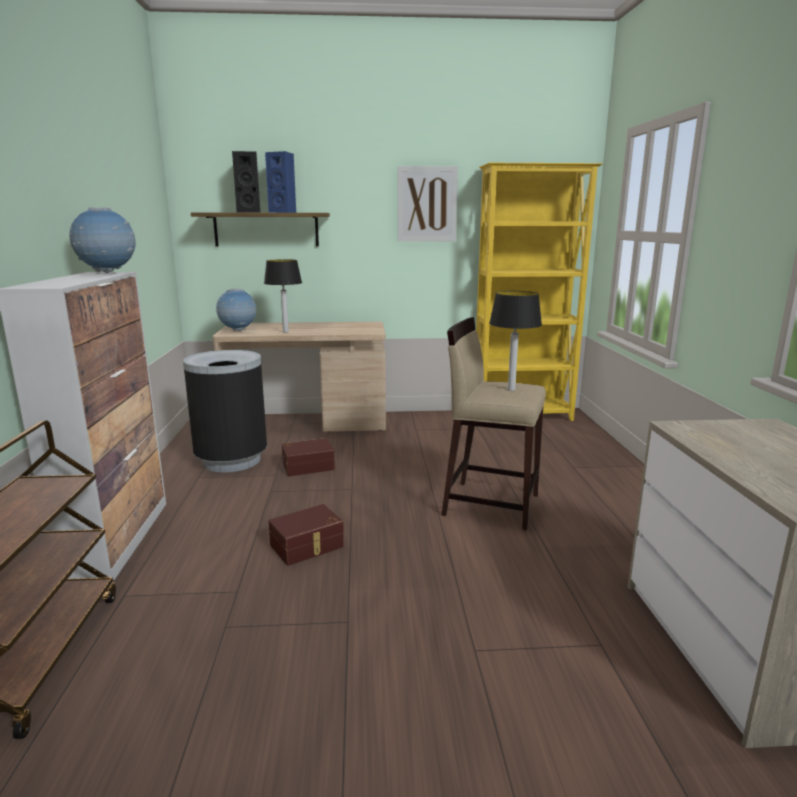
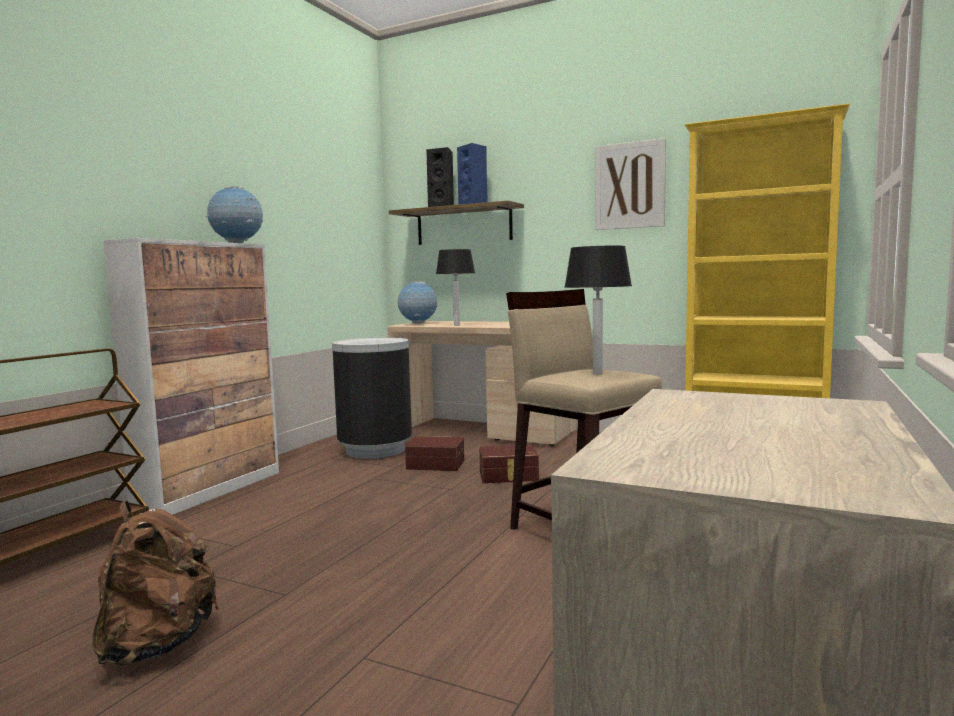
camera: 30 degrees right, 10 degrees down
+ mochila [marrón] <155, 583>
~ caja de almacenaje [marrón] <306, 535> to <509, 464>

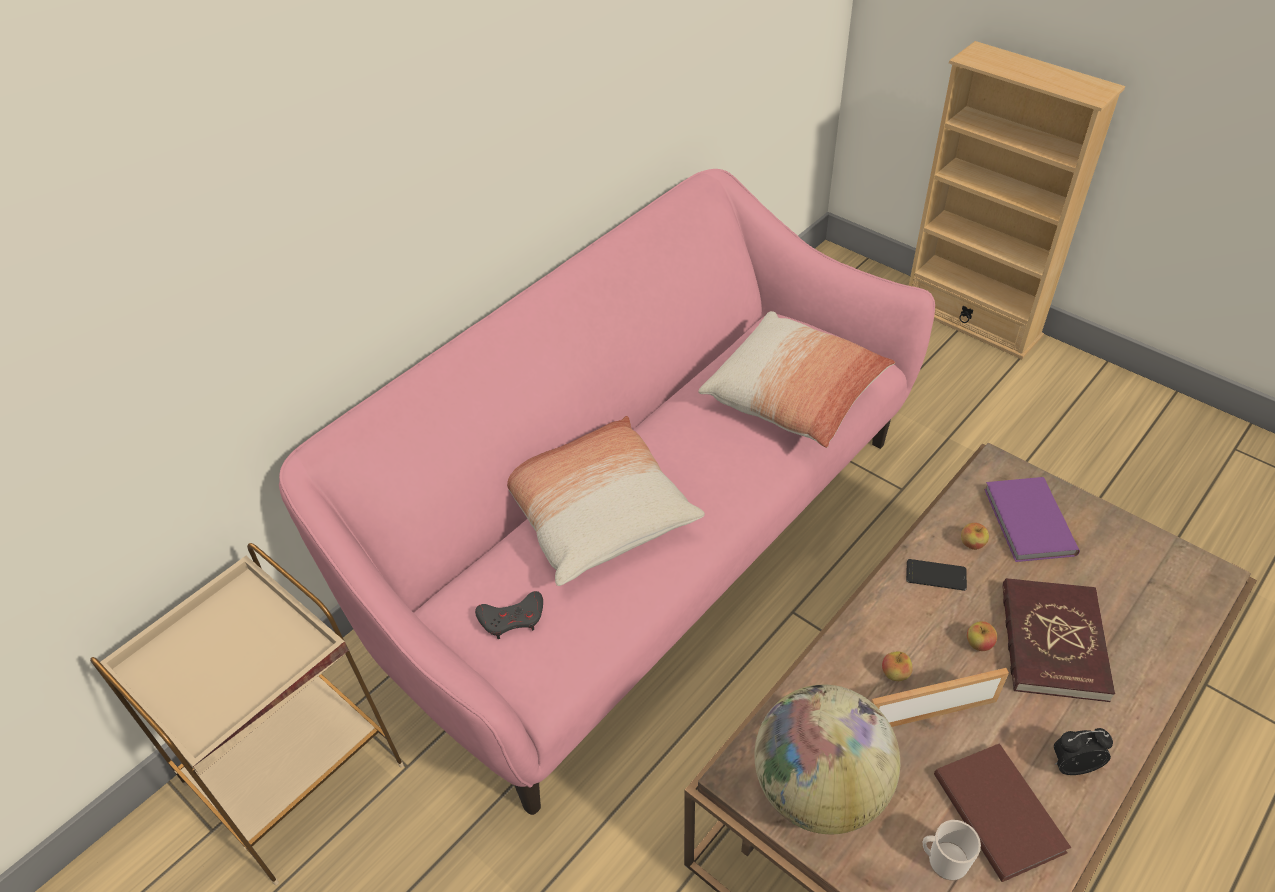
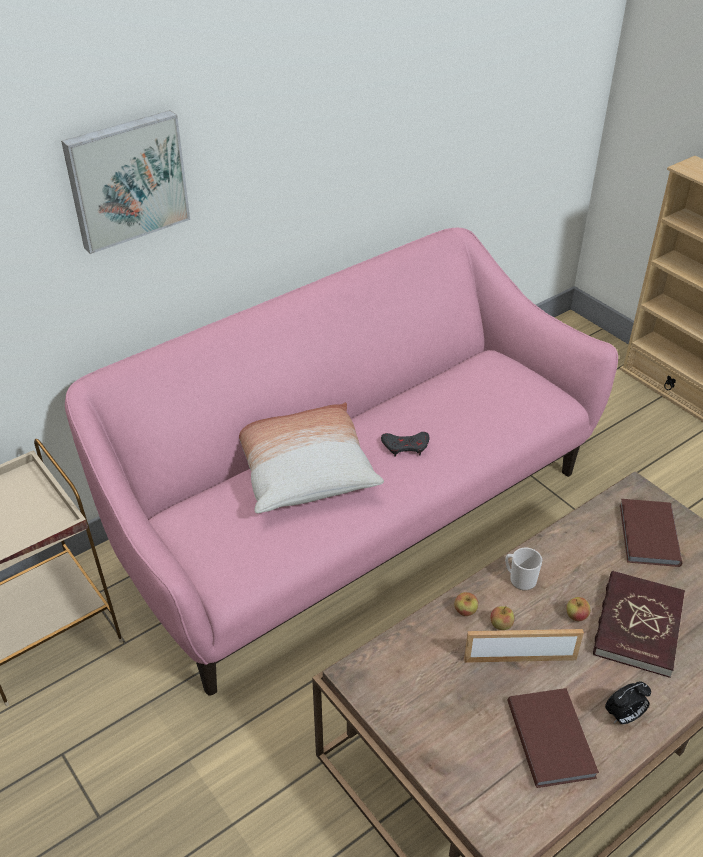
camera: 10 degrees right, 5 degrees down
- cojín <796, 379>
- globo terráqueo <827, 759>
- móvil <936, 575>
+ cuadro <125, 182>
~ mando de consola [gris] <509, 615> to <405, 444>
~ taza grande <951, 850> to <523, 569>
~ manzana <975, 536> to <466, 604>
~ libro [morado] <1032, 519> to libro [marrón] <651, 533>
~ despertador <1083, 751> = <628, 702> 150 degrees clockwise

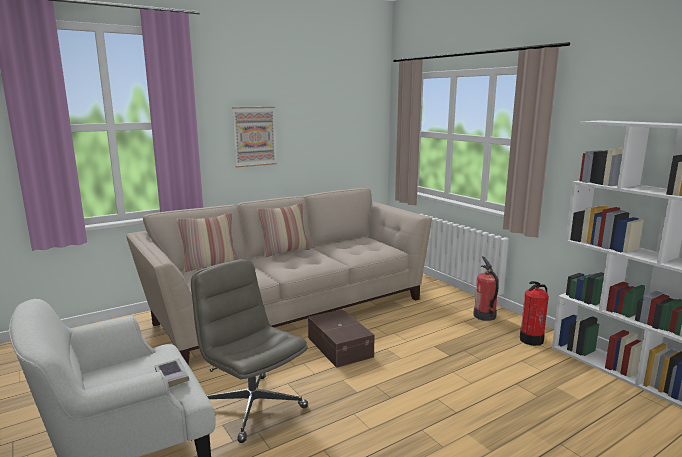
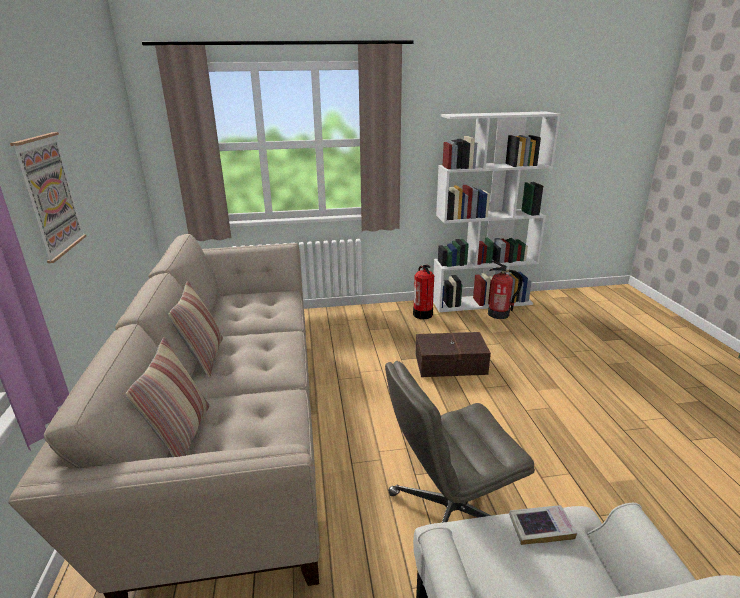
camera: 65 degrees left, 10 degrees up
~ caja de almacenaje [marrón] <341, 338> to <453, 354>
~ extintor <486, 288> to <505, 289>

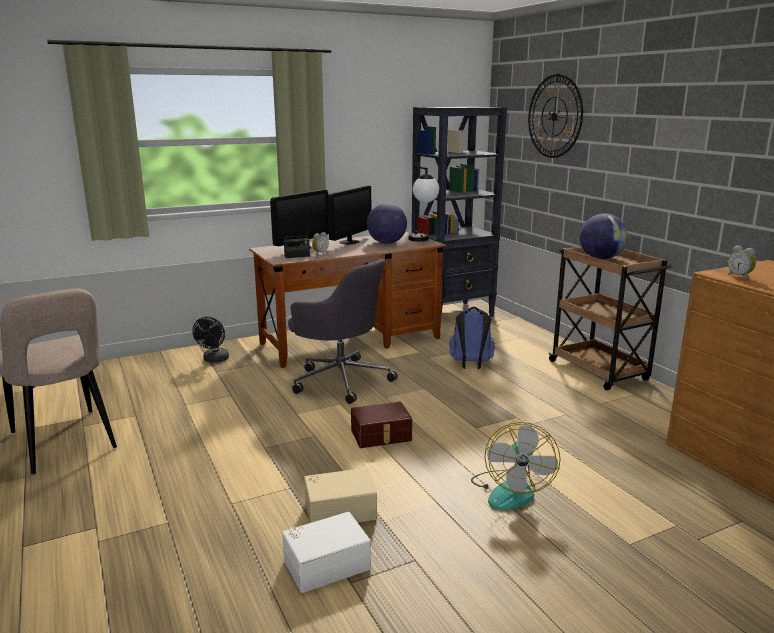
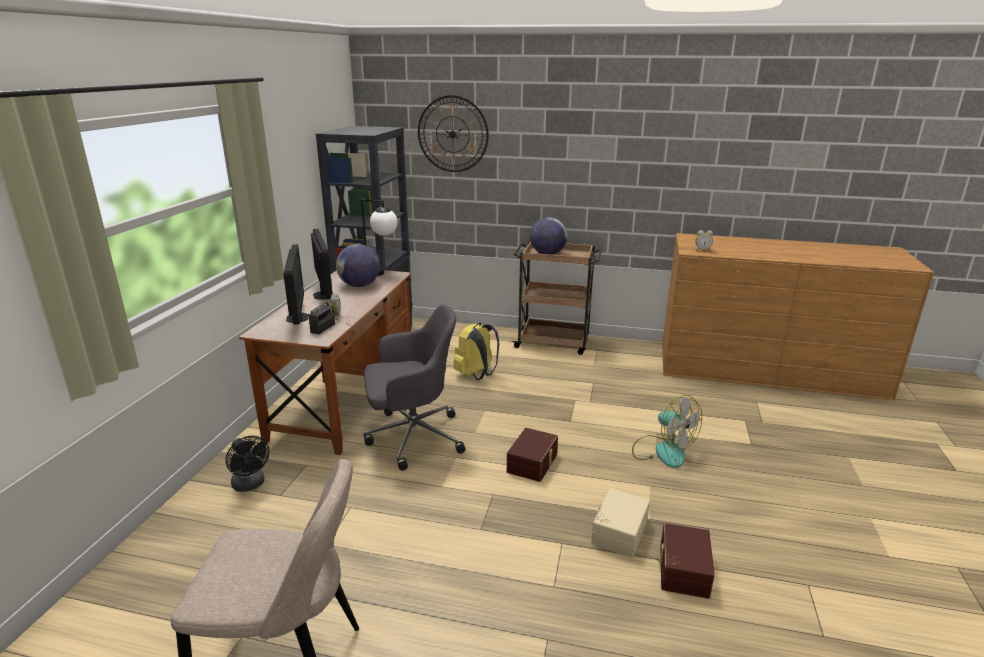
camera: 50 degrees left, 5 degrees up
~ caja de almacenaje [blanco] <326, 552> to caja de almacenaje [marrón] <686, 561>
~ mochila [azul] <472, 338> to mochila [amarillo] <476, 351>

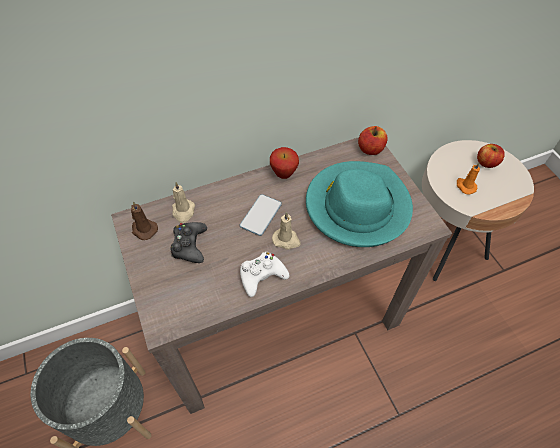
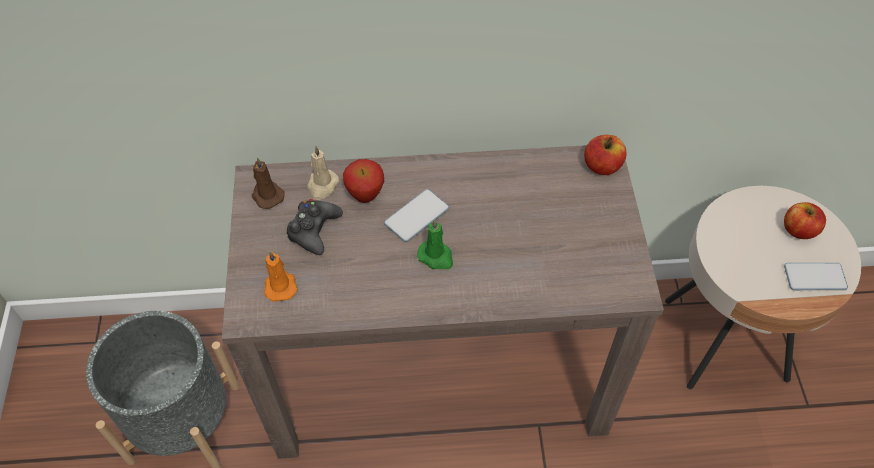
camera: 20 degrees right, 0 degrees up
- mando de consola [blanco] <264, 274>
- sombrero [turquesa] <359, 204>
+ móvil <816, 276>
~ manzana <284, 163> to <363, 181>
~ vela [naranja] <468, 179> to <281, 276>
~ vela [beis] <286, 231> to vela [verde] <435, 244>

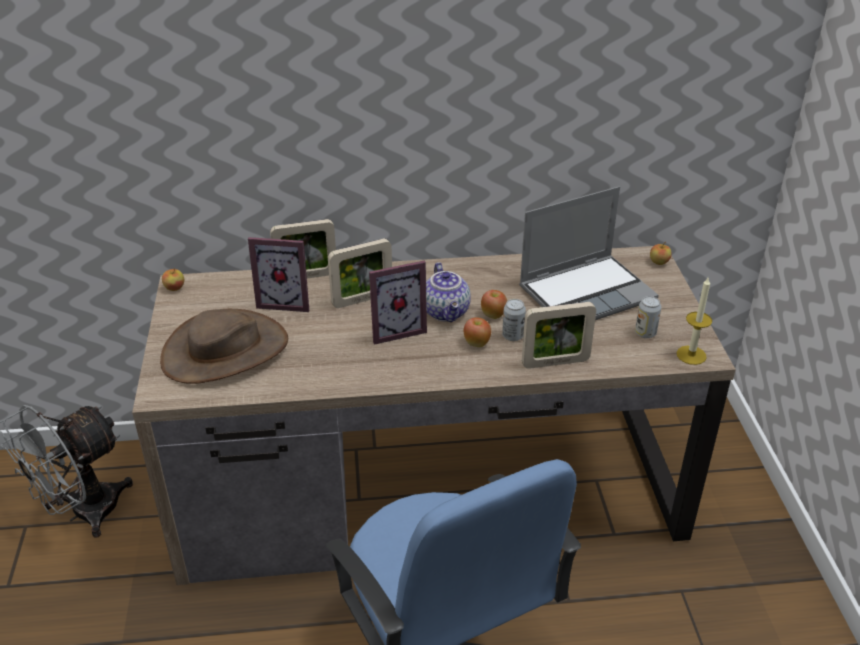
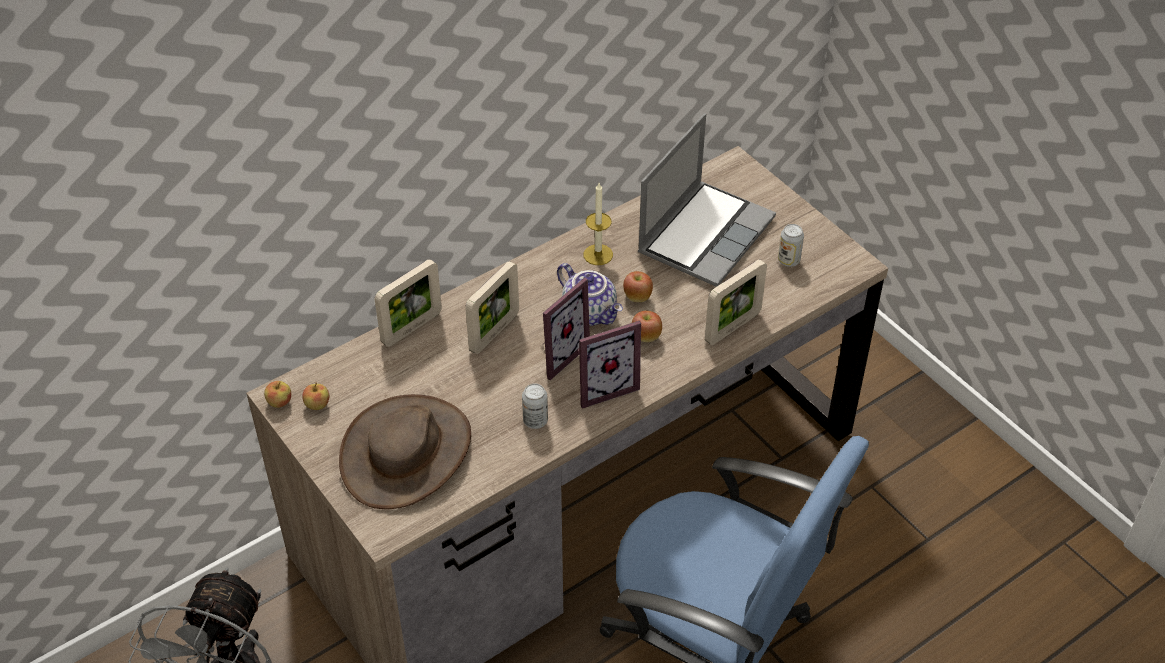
camera: 30 degrees left, 10 degrees up
~ portarretratos <278, 274> to <610, 365>
~ lata <514, 320> to <535, 406>
~ manzana <661, 253> to <315, 396>
~ vela <694, 321> to <598, 224>

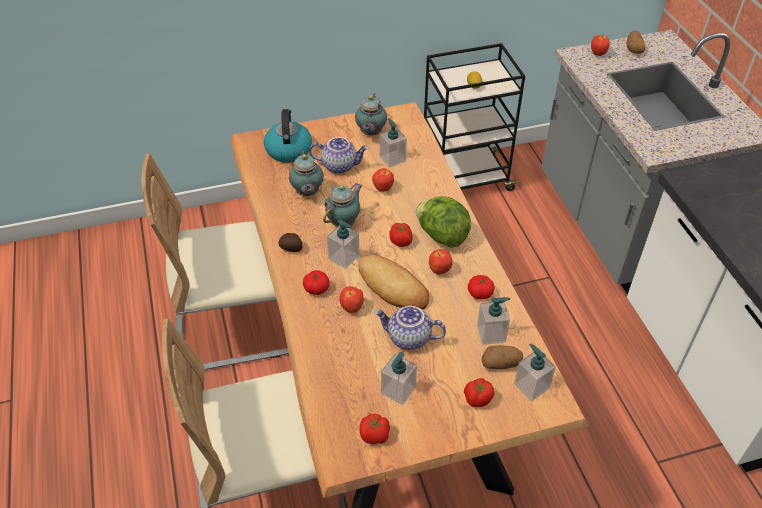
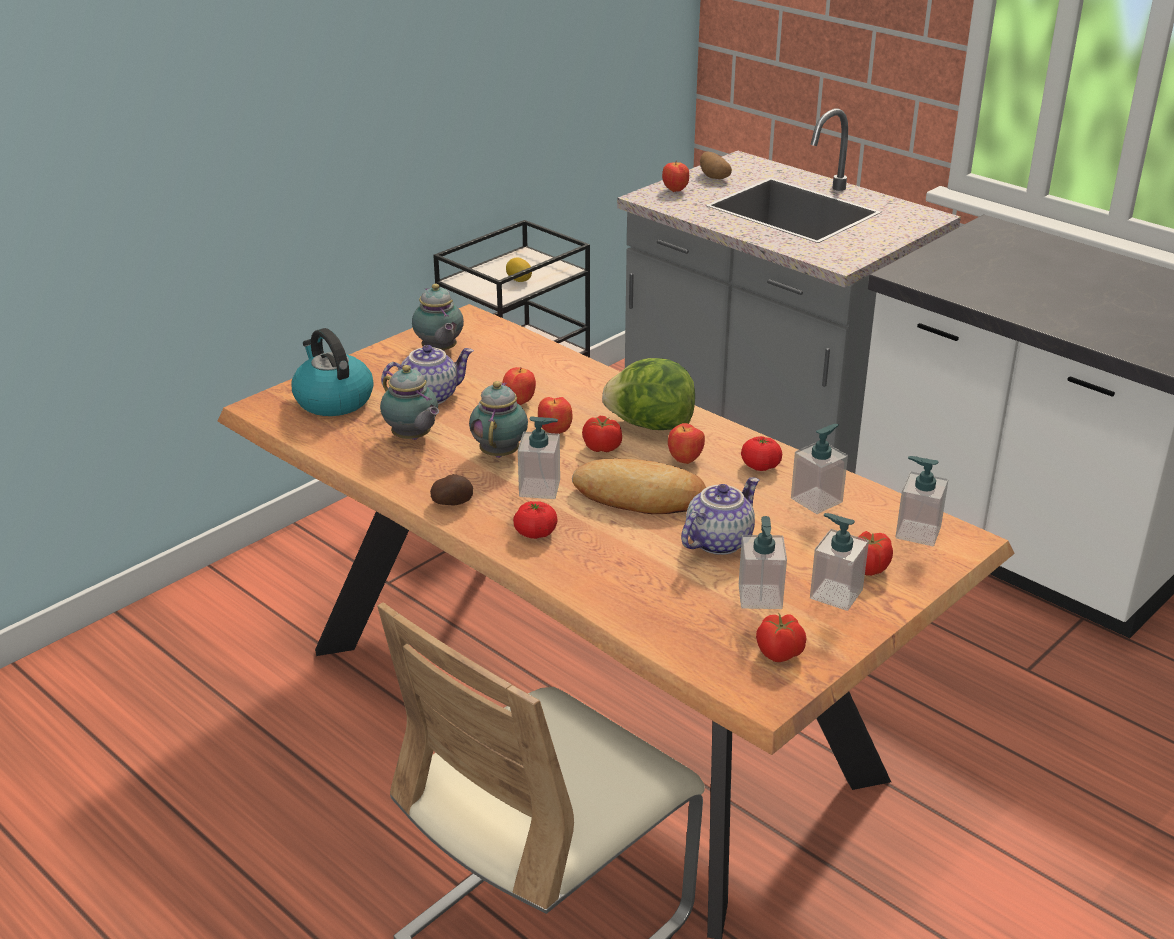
camera: 30 degrees left, 15 degrees down
- silla [beis] <215, 261>
- patata <502, 357>
~ manzana <351, 299> to <555, 415>
~ dispensador de jabón <393, 143> to <839, 562>
~ tetera <410, 328> = <720, 516> 150 degrees clockwise

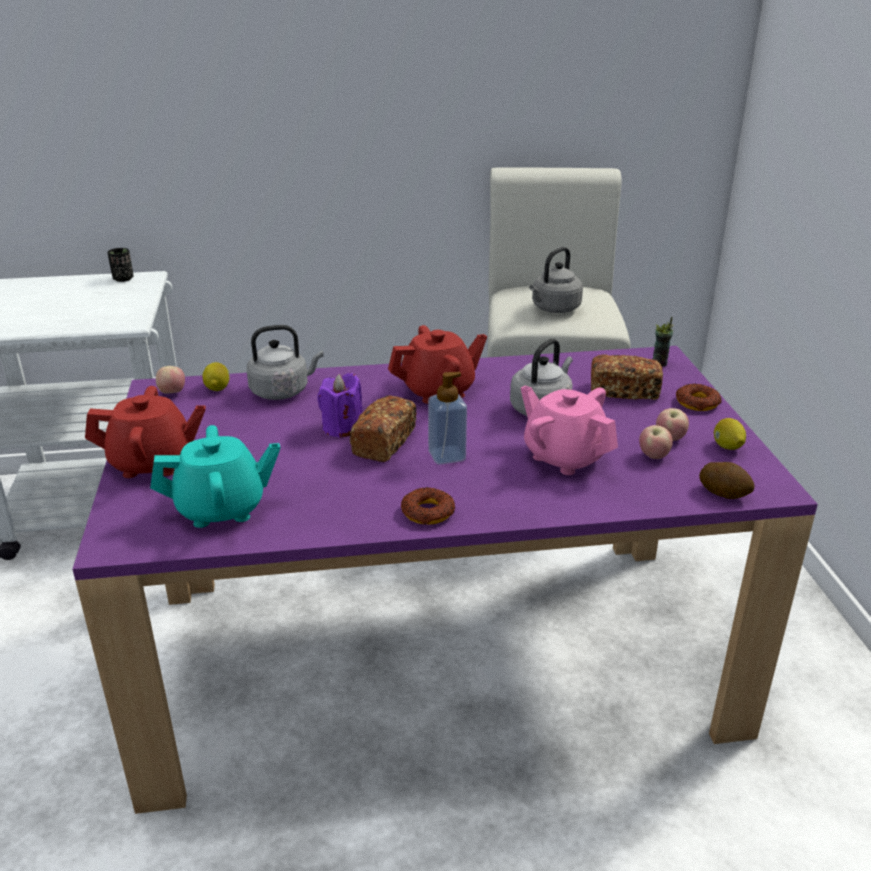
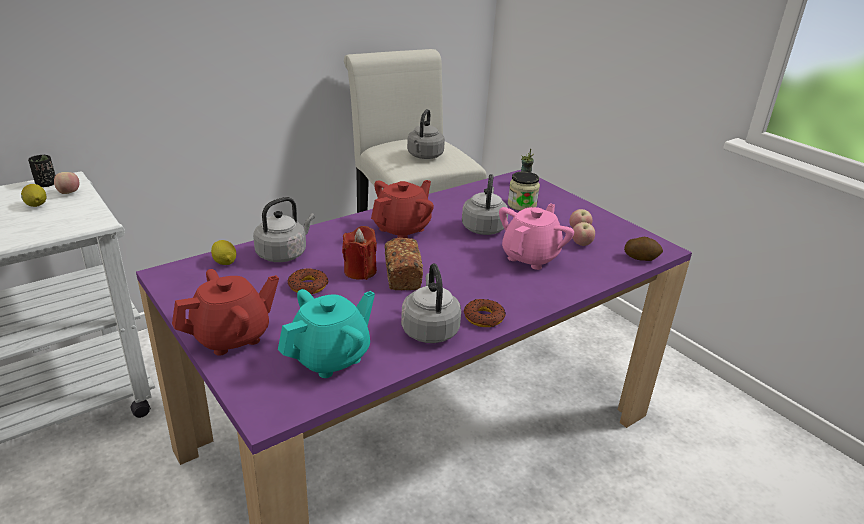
camera: 30 degrees left, 0 degrees up
- dispensador de jabón <447, 418>
+ hervidor [gris] <431, 303>
~ manzana <170, 380> to <66, 183>
~ rosquilla <699, 397> to <308, 281>
~ limón <730, 434> to <34, 195>
~ pan <627, 377> to tarro <524, 191>
~ vela [morado] <339, 405> to vela [rojo] <359, 253>
~ tetera [rosa] <569, 430> = <536, 236> 105 degrees clockwise

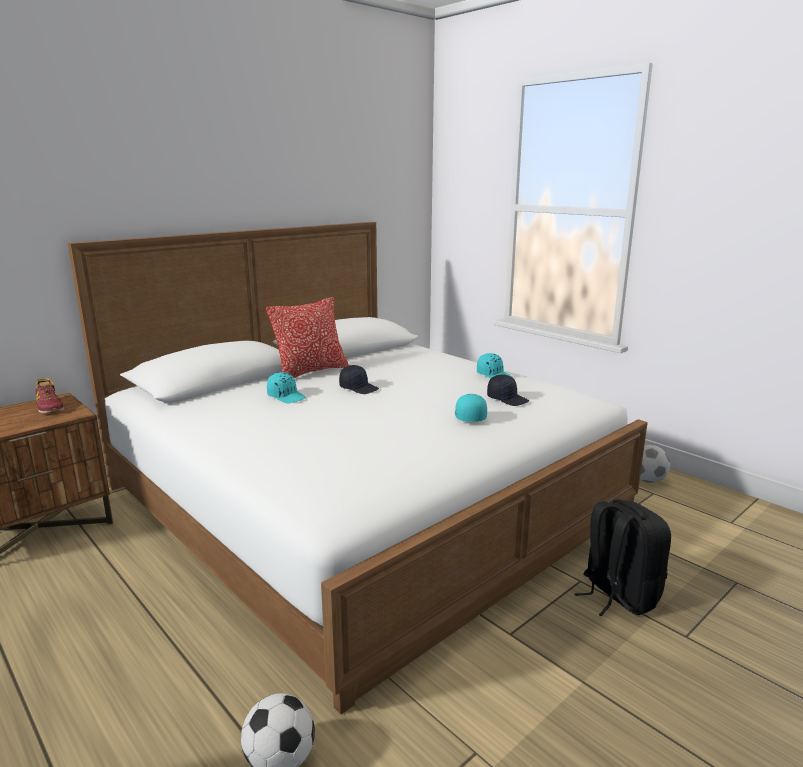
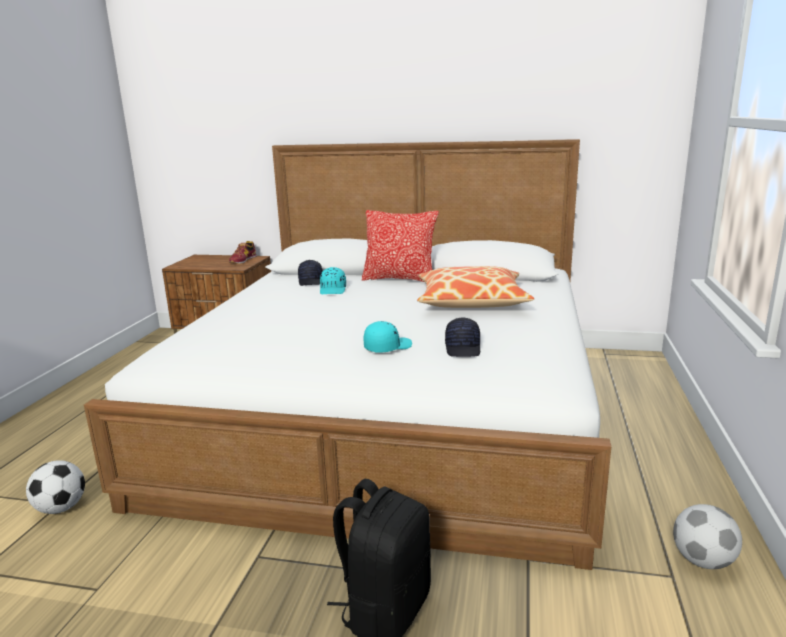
camera: 55 degrees right, 0 degrees up
- gorra [turquesa] <495, 366>
+ cojín <476, 287>
~ gorra [negro] <359, 379> to <310, 273>

